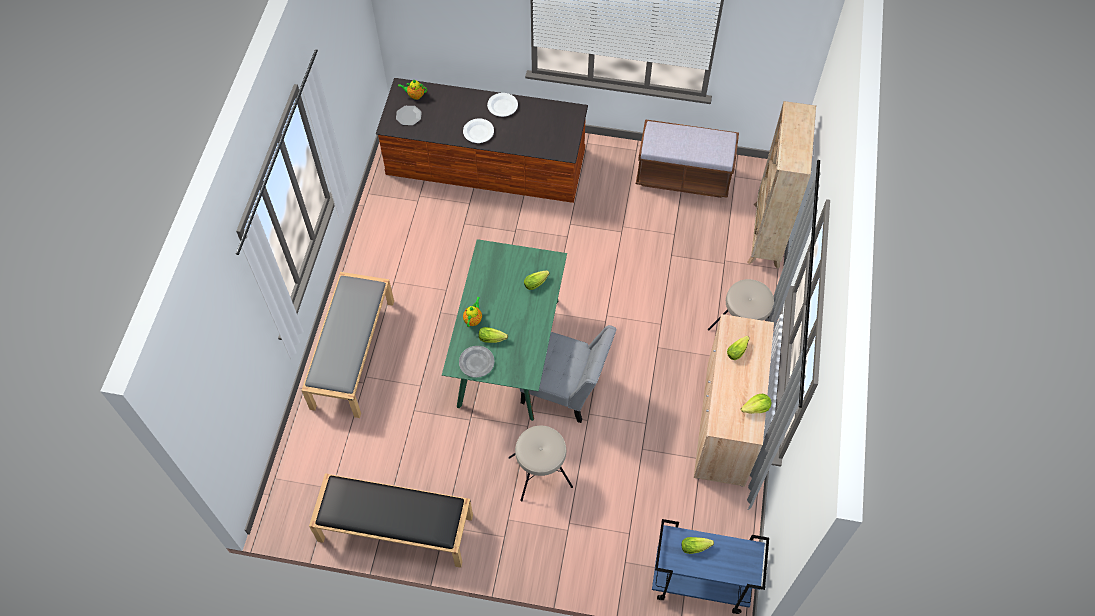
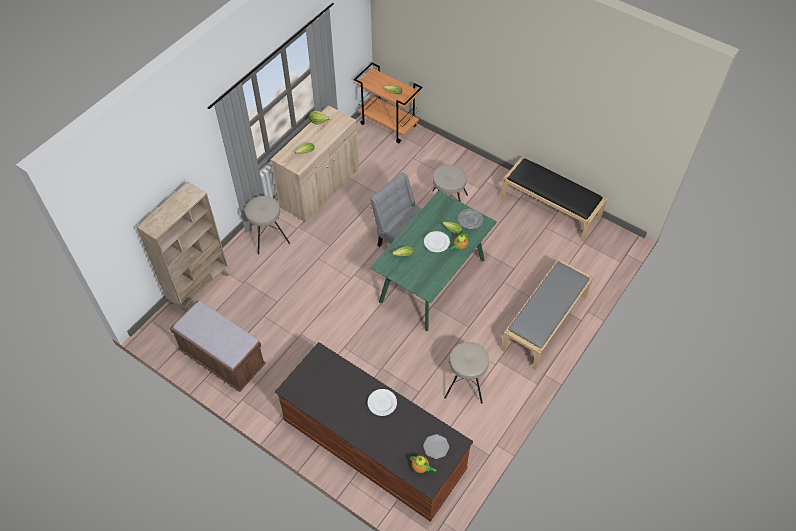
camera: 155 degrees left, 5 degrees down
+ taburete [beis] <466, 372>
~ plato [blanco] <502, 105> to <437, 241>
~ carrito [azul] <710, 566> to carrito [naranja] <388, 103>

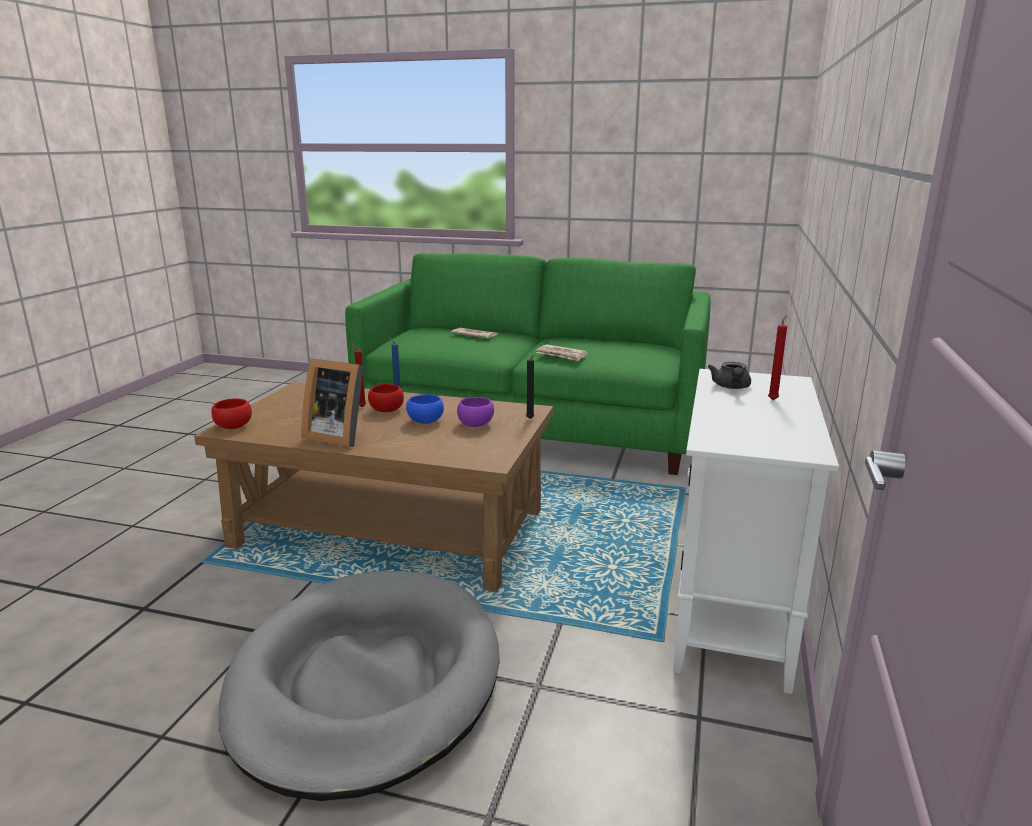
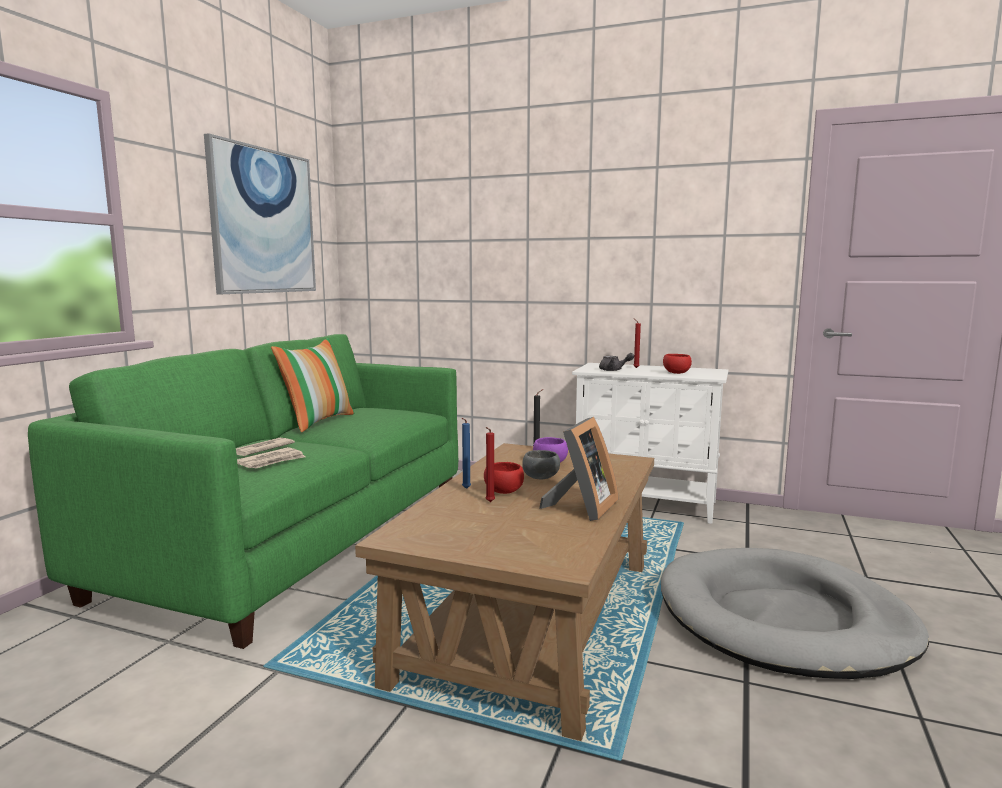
camera: 85 degrees left, 10 degrees down
+ cuadro <260, 213>
+ cojín <313, 385>
~ cuenco [rojo] <231, 413> to <677, 364>
~ periódico <562, 352> to <271, 458>
~ cuenco [azul] <425, 409> to cuenco [gris] <541, 464>

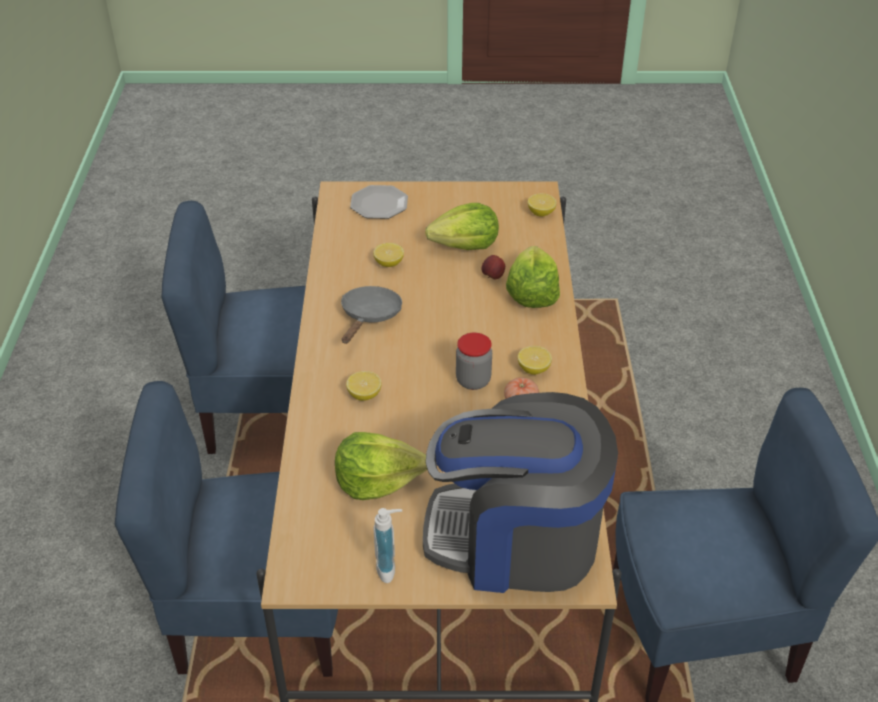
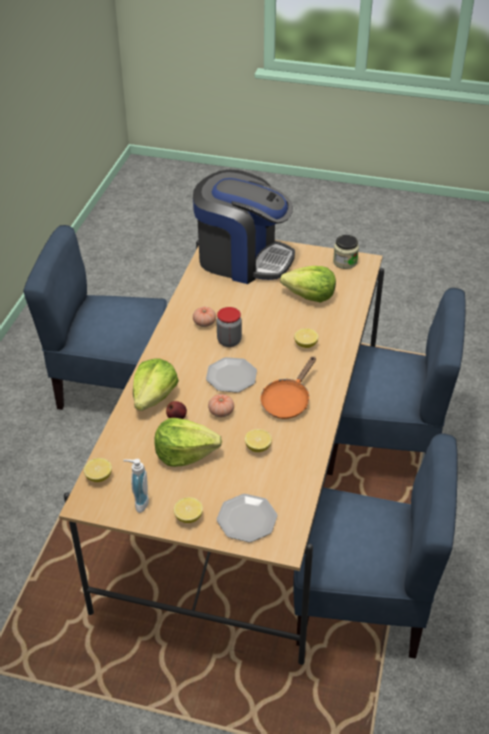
camera: 165 degrees left, 0 degrees up
+ plato <231, 375>
+ tomate <221, 405>
+ tarro <346, 252>
~ dispensador de jabón <388, 545> to <136, 486>
~ limón <535, 360> to <188, 510>
~ sartén [gris] <371, 315> to sartén [naranja] <288, 387>

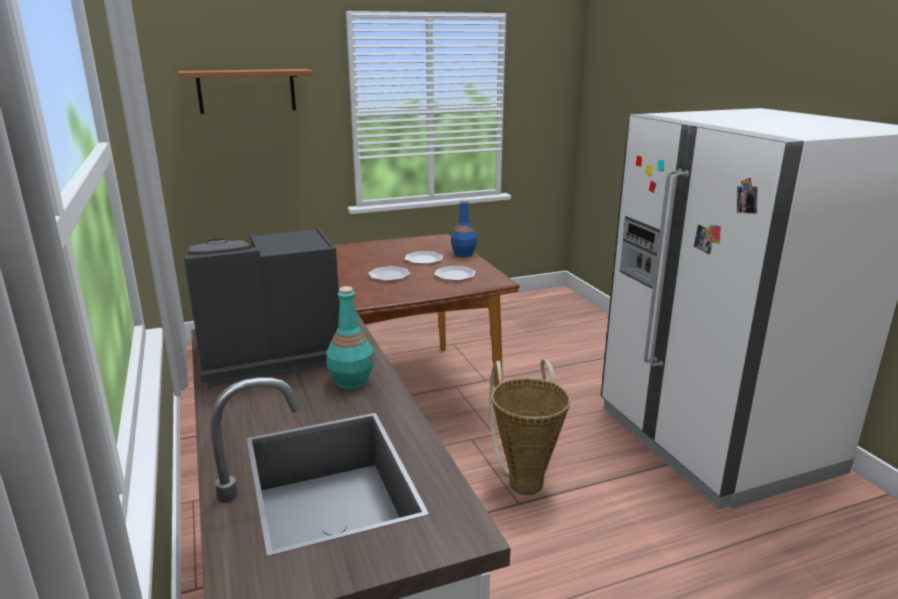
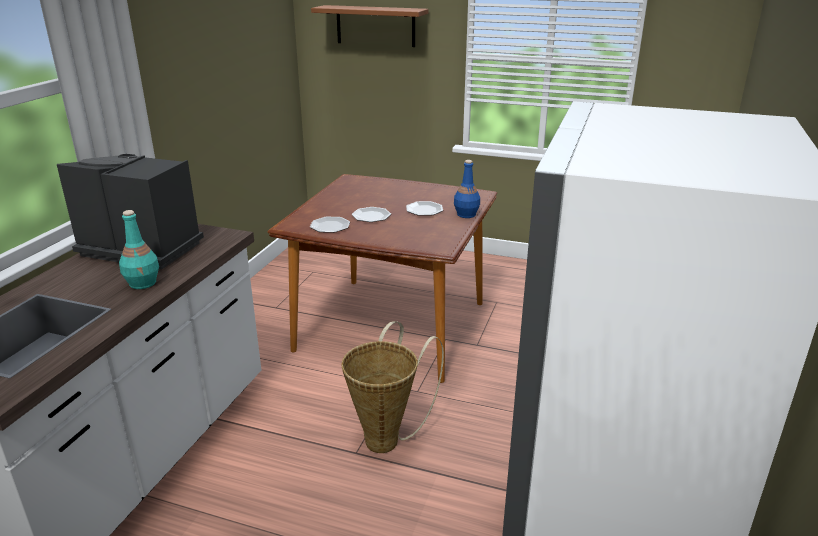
camera: 40 degrees right, 5 degrees up
~ plato <455, 273> to <330, 225>

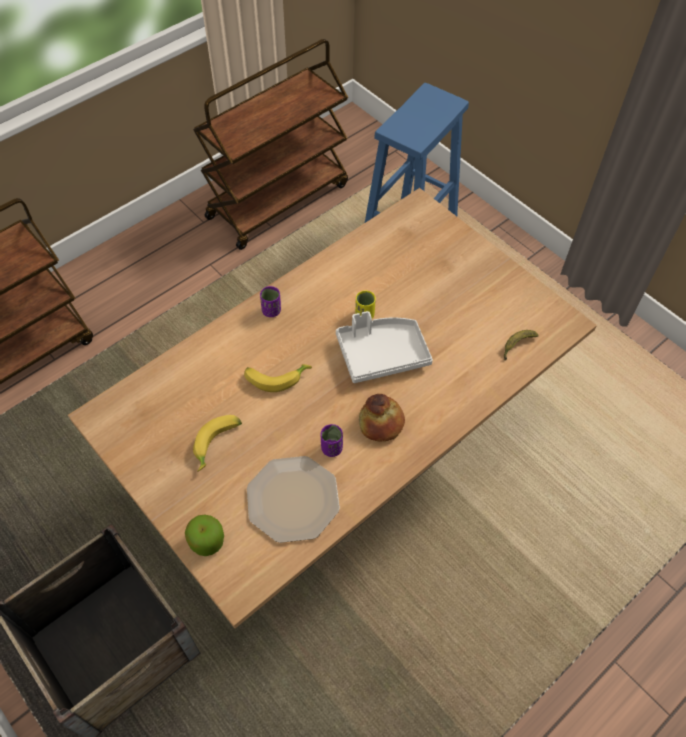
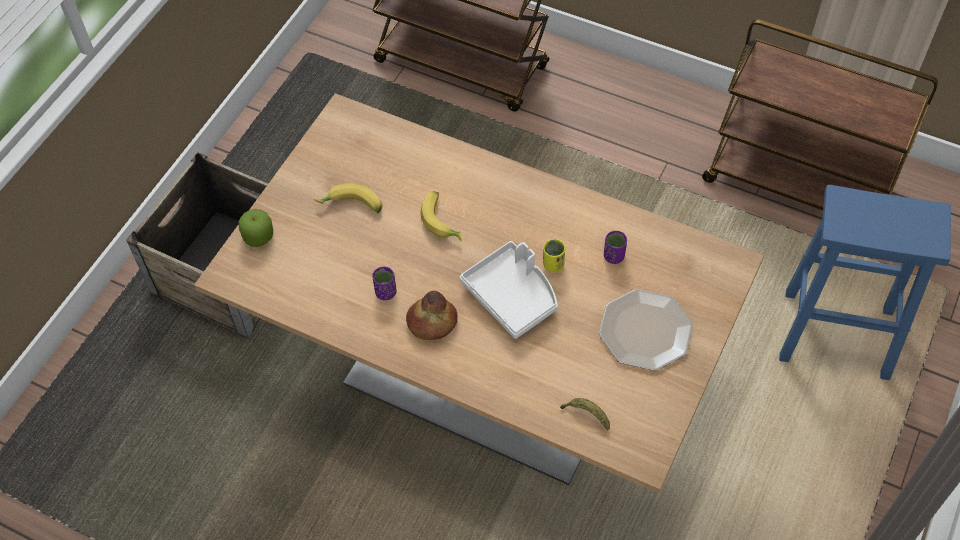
camera: 70 degrees right, 0 degrees up
~ plato <293, 499> to <646, 330>
~ taza [morado] <270, 301> to <615, 247>

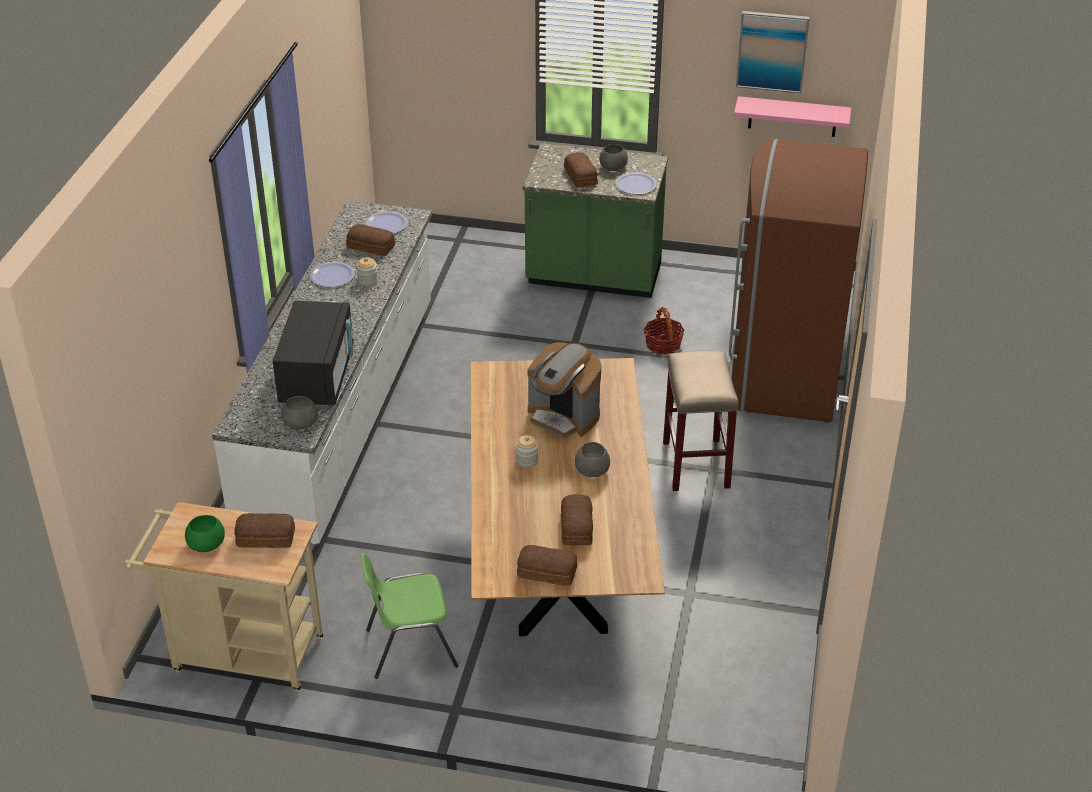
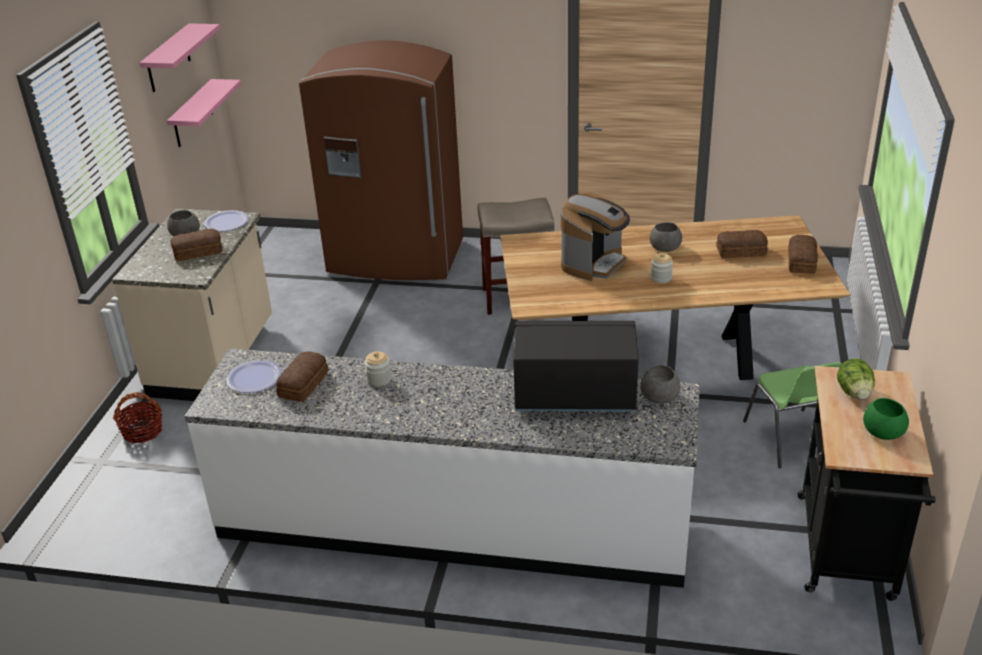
camera: 90 degrees left, 5 degrees down
- plato <332, 275>
~ cesta <664, 331> to <137, 417>
~ pan <264, 530> to lechuga <856, 379>
~ cuadro <773, 52> to estante [rosa] <180, 58>
~ carrito [beis] <223, 597> to carrito [negro] <866, 483>
~ mueble bajo de cocina [verde] <595, 220> to mueble bajo de cocina [beis] <192, 305>

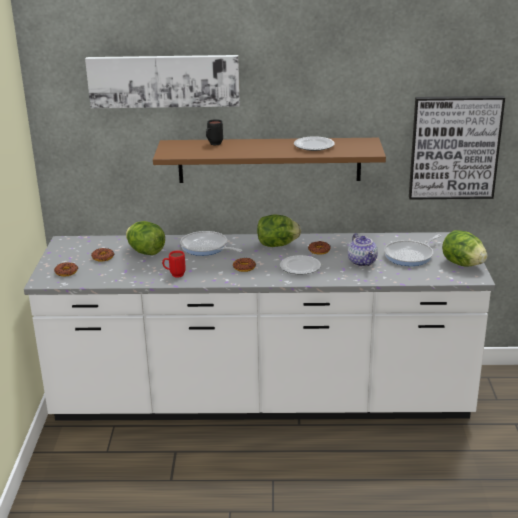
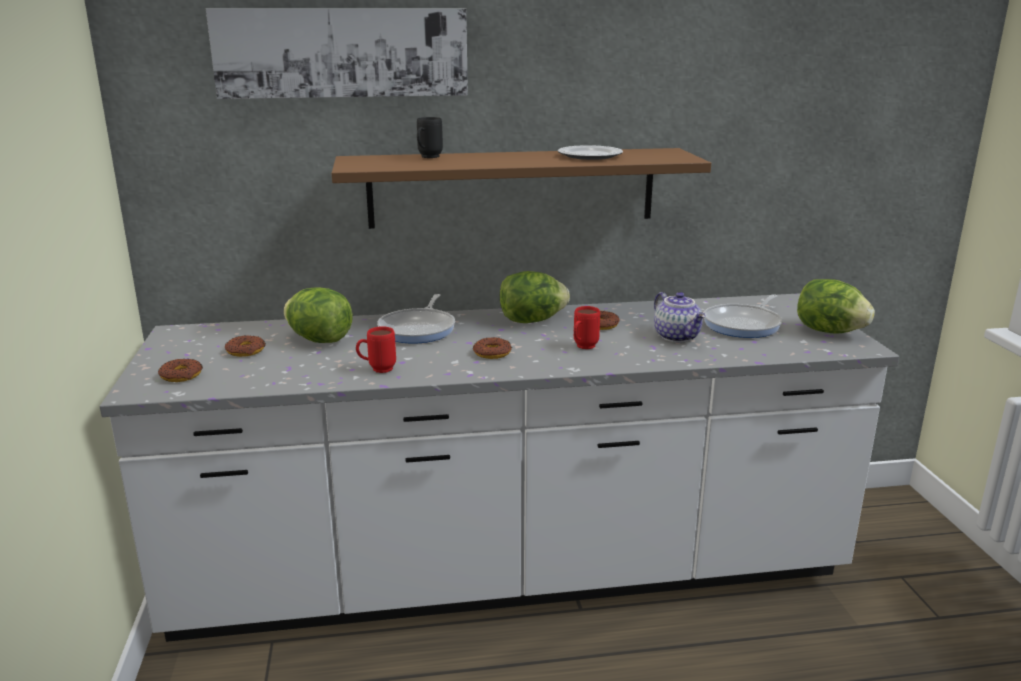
camera: 10 degrees left, 5 degrees down
- cuadro <457, 148>
~ plato <300, 265> to taza grande [rojo] <587, 327>
~ sartén <211, 243> = <416, 319> 105 degrees counterclockwise

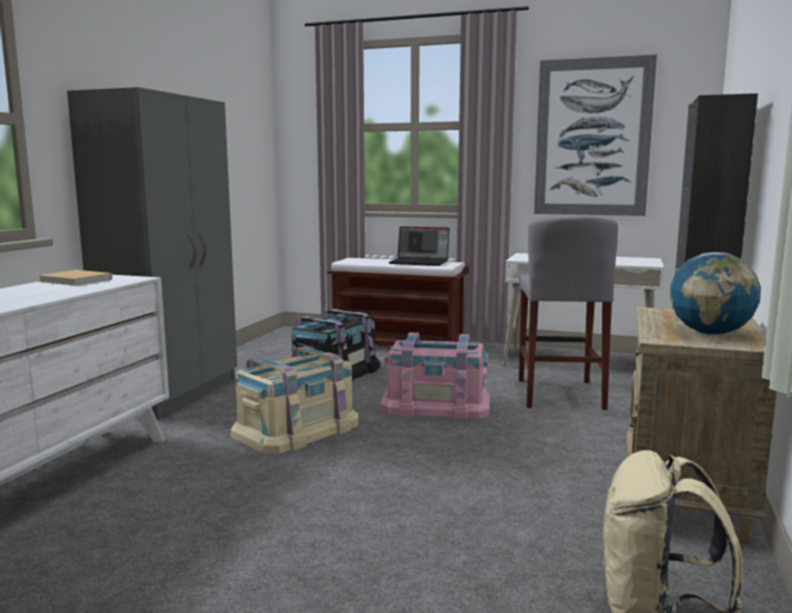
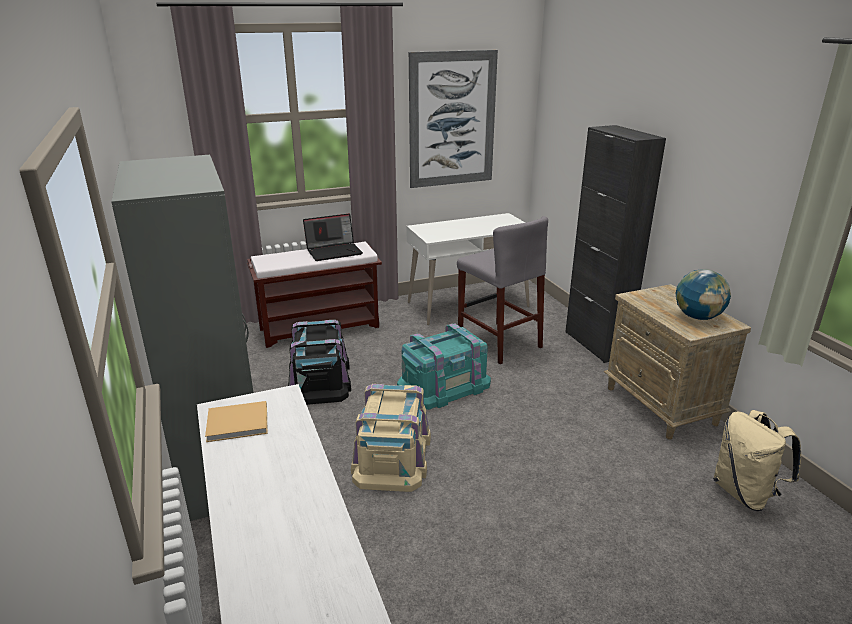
camera: 40 degrees left, 15 degrees up
~ caja de almacenaje [rosa] <435, 376> to caja de almacenaje [turquesa] <444, 366>

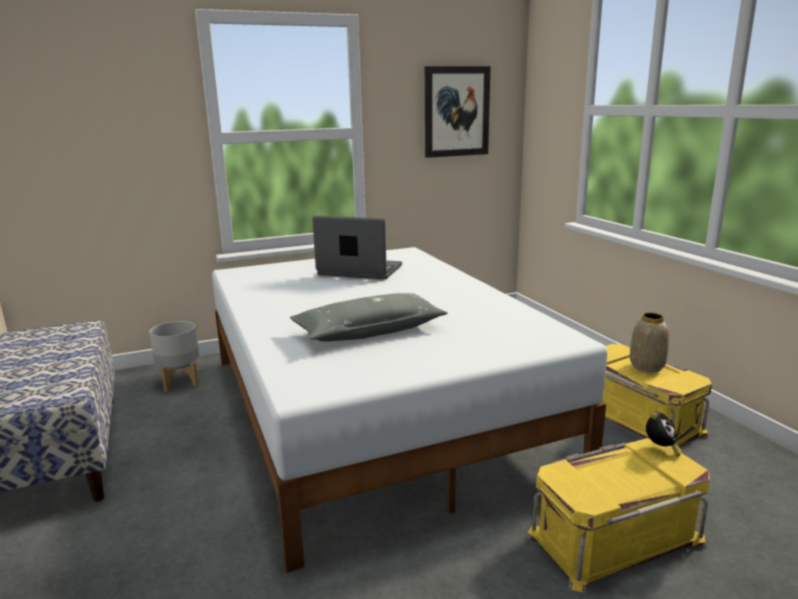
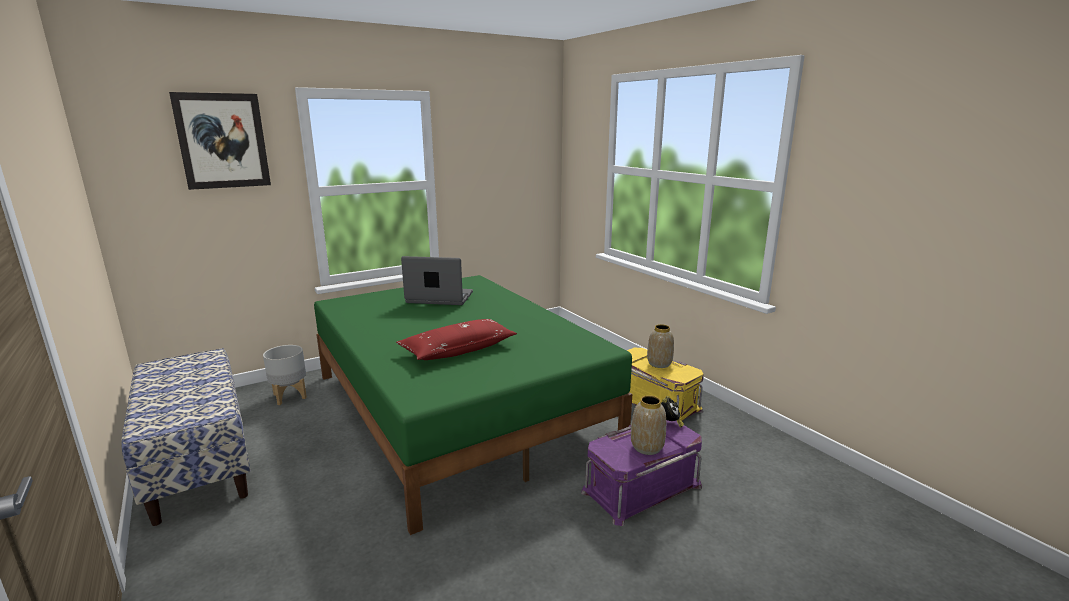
camera: 10 degrees left, 0 degrees up
+ florero <648, 425>
~ cuadro <458, 112> to <220, 141>
~ cama [blanco] <410, 410> to cama [verde] <473, 405>
~ cojín [gris] <369, 317> to cojín [rojo] <456, 339>
~ caja de almacenaje [amarillo] <618, 515> to caja de almacenaje [morado] <641, 473>

